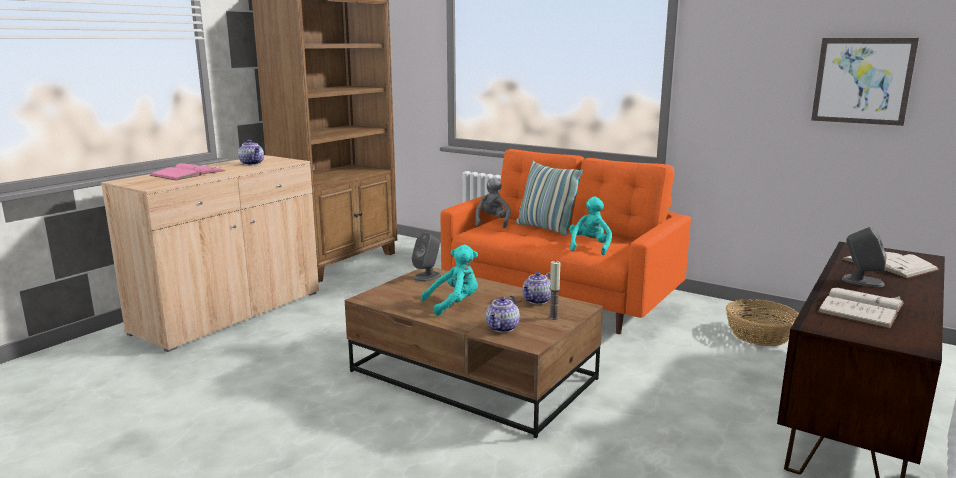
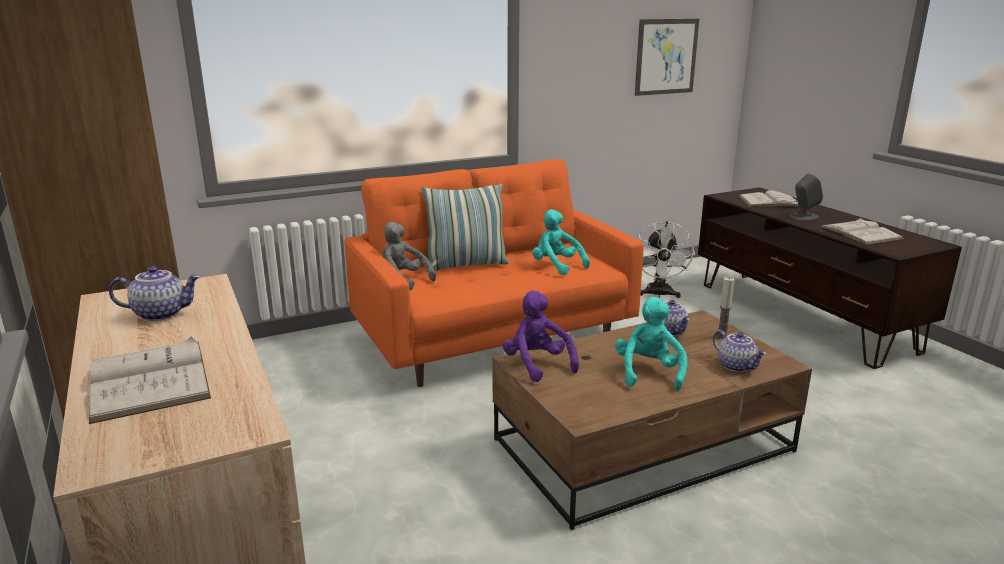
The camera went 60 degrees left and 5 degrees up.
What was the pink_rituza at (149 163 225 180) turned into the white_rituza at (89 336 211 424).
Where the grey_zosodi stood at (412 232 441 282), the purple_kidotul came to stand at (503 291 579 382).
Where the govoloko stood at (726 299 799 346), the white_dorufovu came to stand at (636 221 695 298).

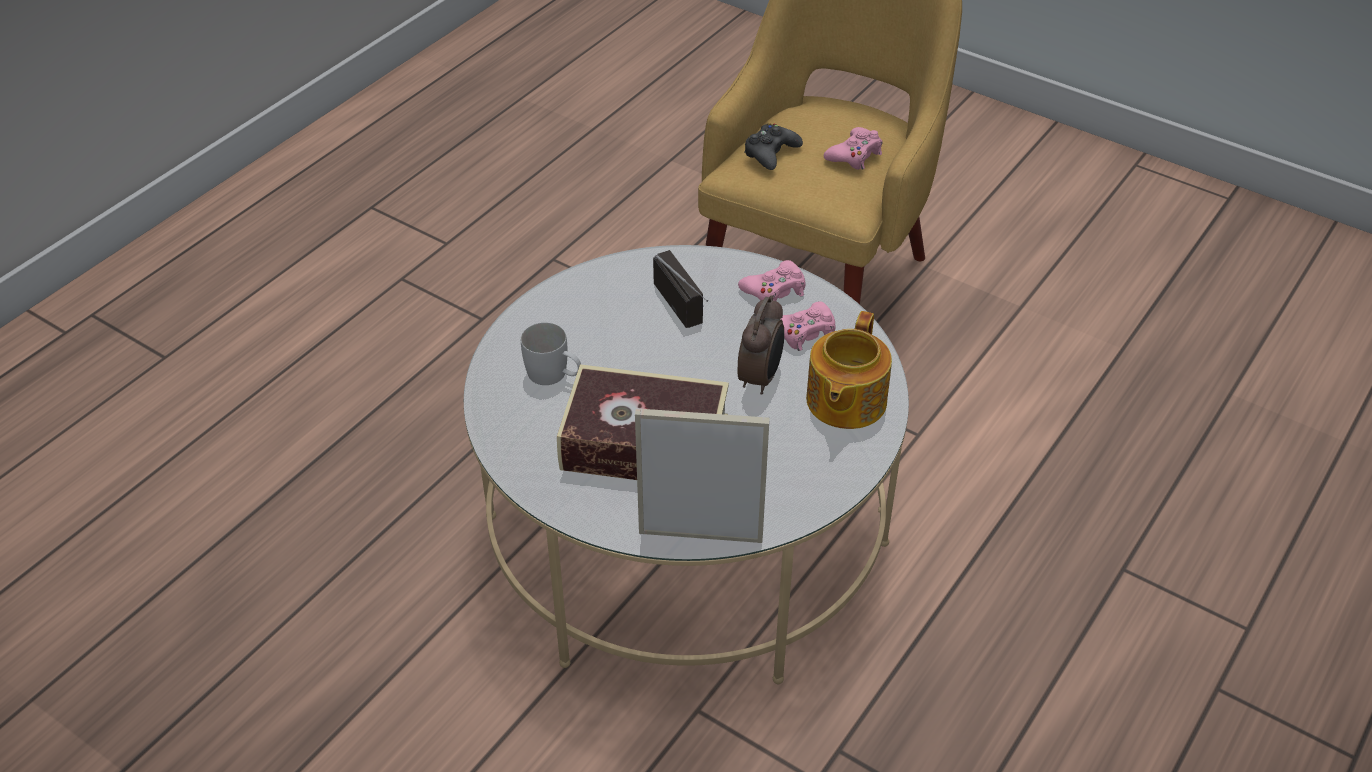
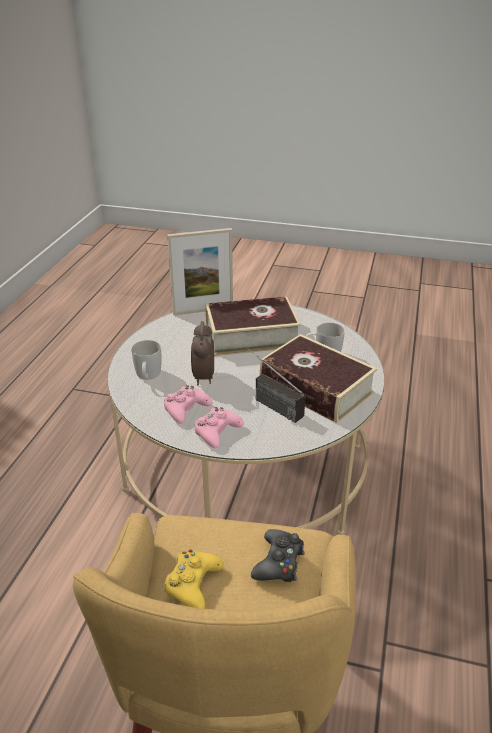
The camera went 160 degrees right and 10 degrees down.
What was the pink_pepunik at (824 127 883 170) turned into the yellow_pepunik at (165 550 224 609).
Where the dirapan stood at (806 311 892 429), the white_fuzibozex came to stand at (132 340 162 380).
The second view gained the rituza at (260 334 377 423).

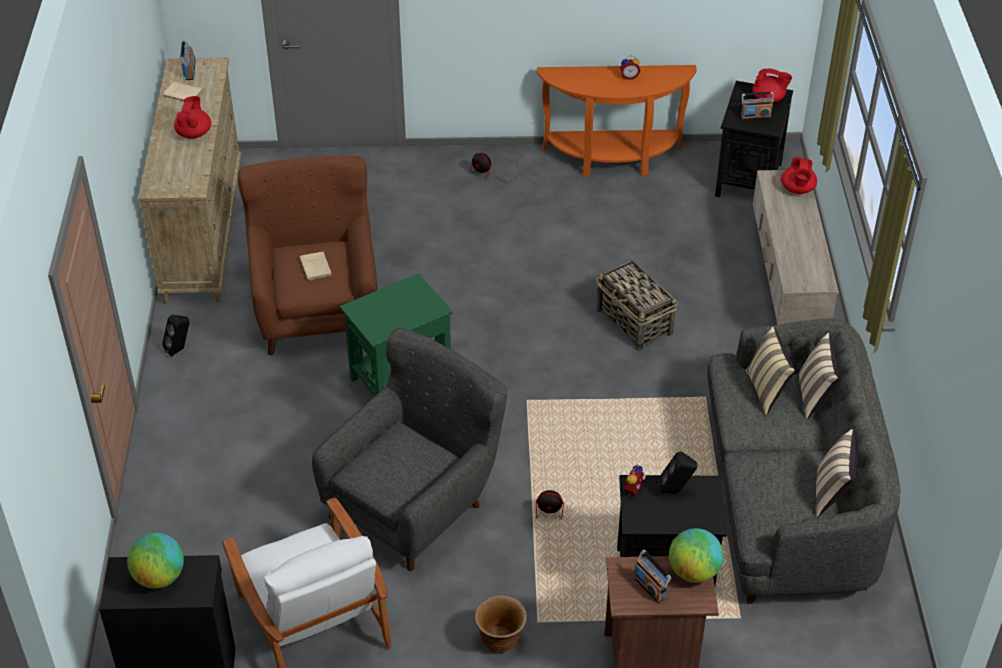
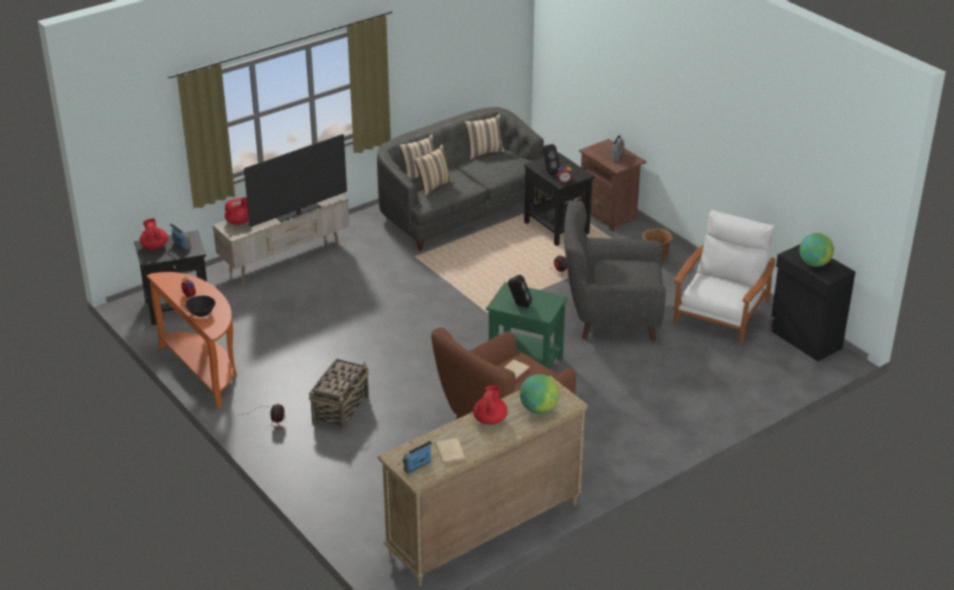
The camera went 125 degrees left and 10 degrees down.
The red_dirapan at (174 96 211 139) ended up facing another way, 135 degrees clockwise from before.
The govoloko ended up elsewhere, having gone from (596 260 677 351) to (309 359 369 430).
The black_zosodi ended up elsewhere, having gone from (162 315 190 356) to (508 274 532 308).
The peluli ended up elsewhere, having gone from (669 528 723 583) to (520 374 559 414).
The second view gained the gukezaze at (244 134 347 227).
The second view gained the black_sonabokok at (185 296 216 317).

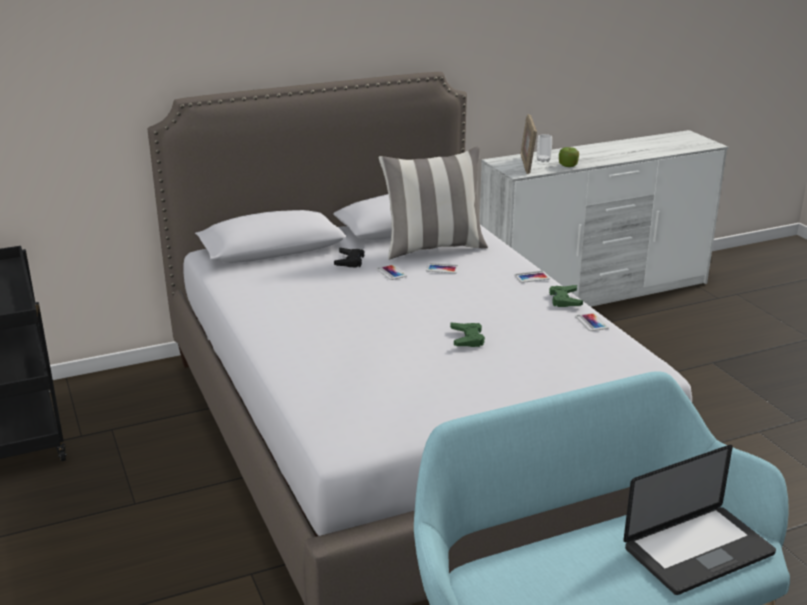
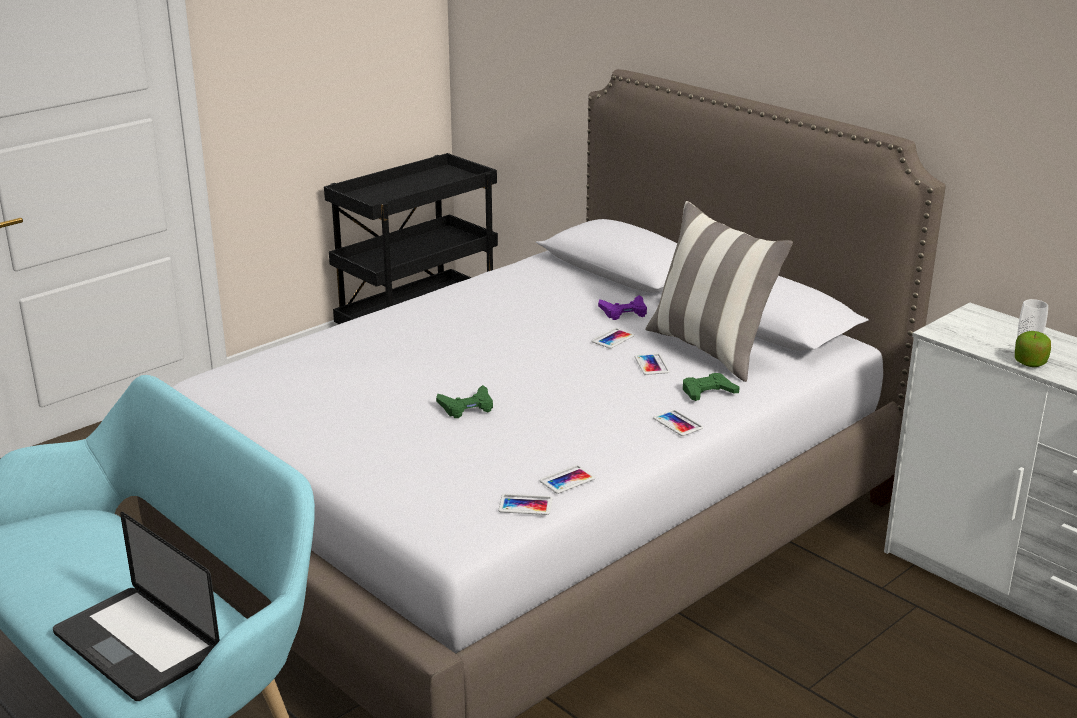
The camera went 70 degrees right and 0 degrees up.
The second view lost the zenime at (520 114 537 174).
What was the black_pepunik at (334 248 365 267) turned into the purple_pepunik at (598 295 647 320).
The green_pepunik ended up elsewhere, having gone from (549 285 583 307) to (683 373 740 401).
The second view gained the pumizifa at (498 494 552 515).

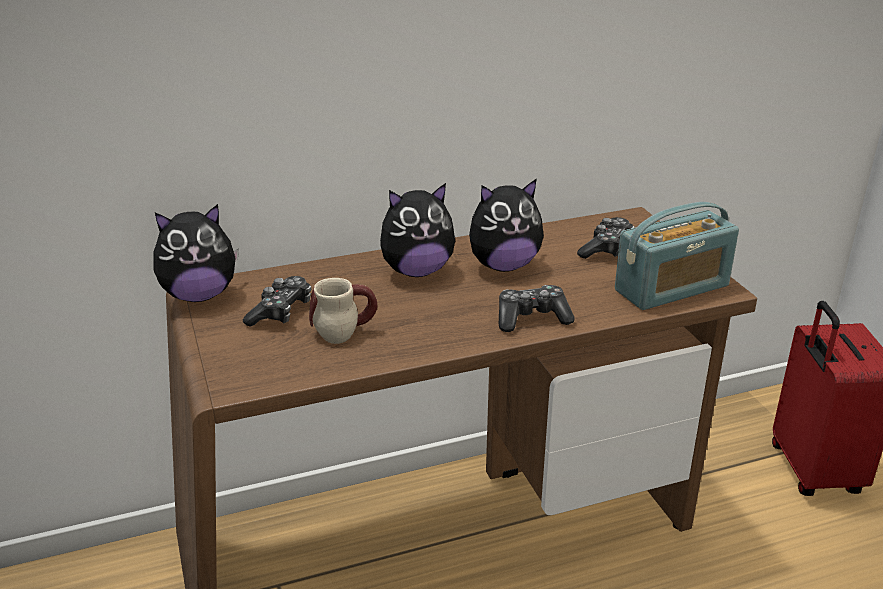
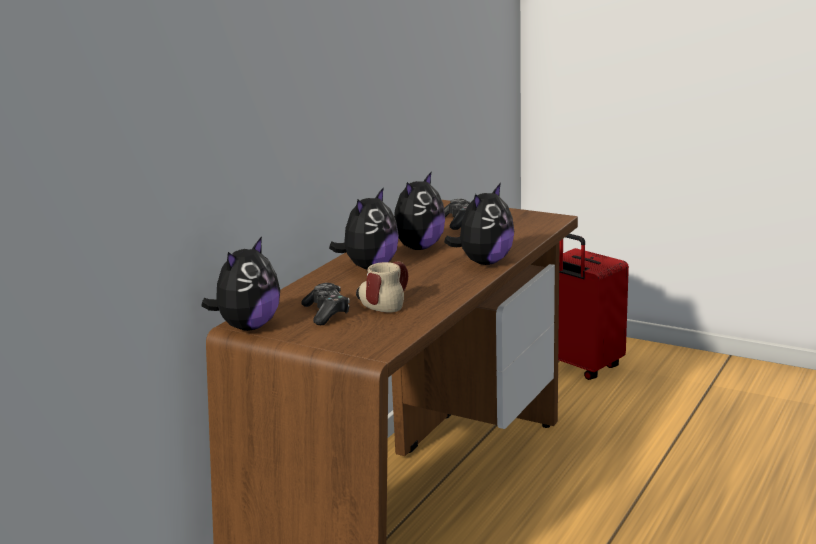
The camera went 40 degrees left and 10 degrees down.
The second view lost the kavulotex at (615 202 739 310).
Where the pepunik stood at (499 285 575 332), the kidotul came to stand at (444 183 514 265).

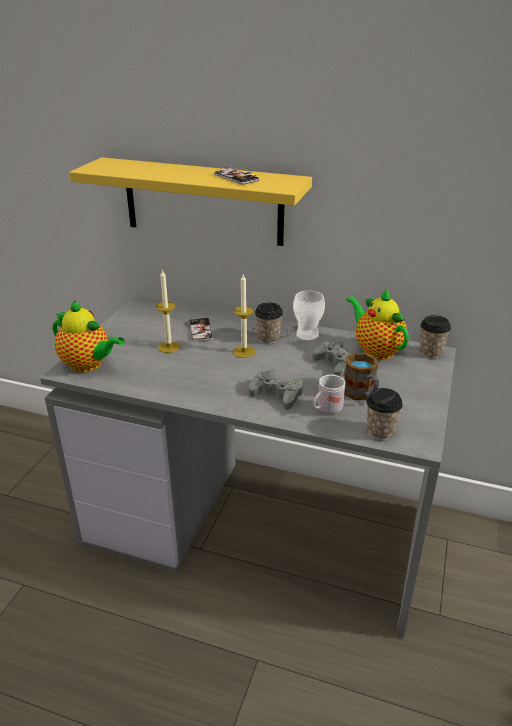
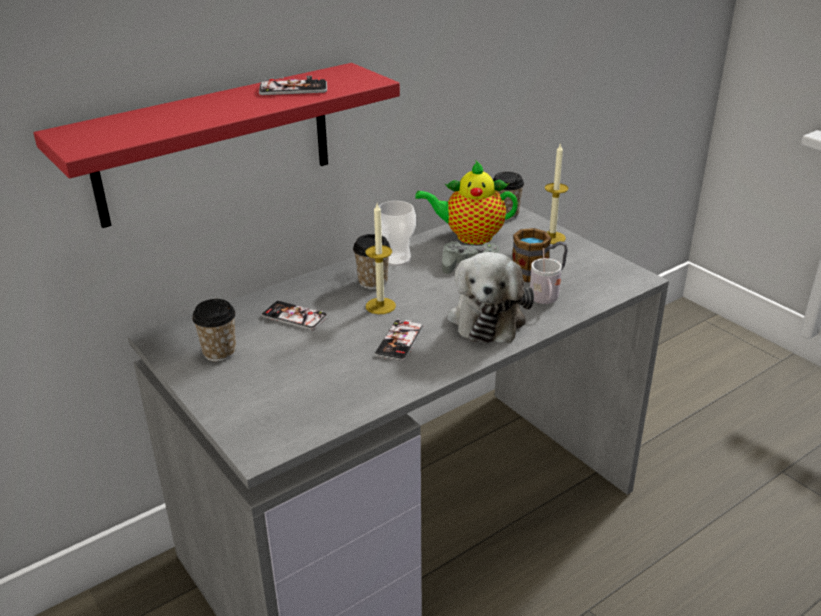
The camera went 55 degrees left and 0 degrees up.
What was the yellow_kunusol at (69 157 312 246) turned into the red_kunusol at (34 63 400 228).
The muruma ended up elsewhere, having gone from (156 269 180 353) to (545 143 568 244).
The second view lost the dirapan at (52 300 125 372).
Where the grey_pepunik stood at (249 369 303 410), the kidotul came to stand at (447 252 534 343).
The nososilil ended up elsewhere, having gone from (366 388 403 441) to (192 299 236 362).
The second view gained the pumizifa at (375 318 424 361).

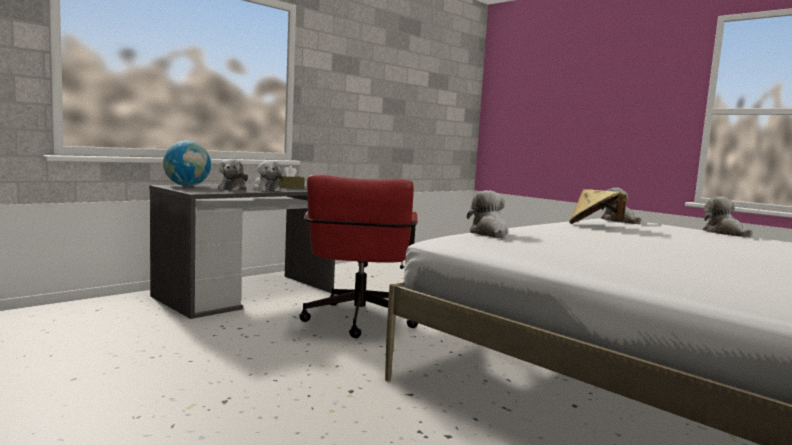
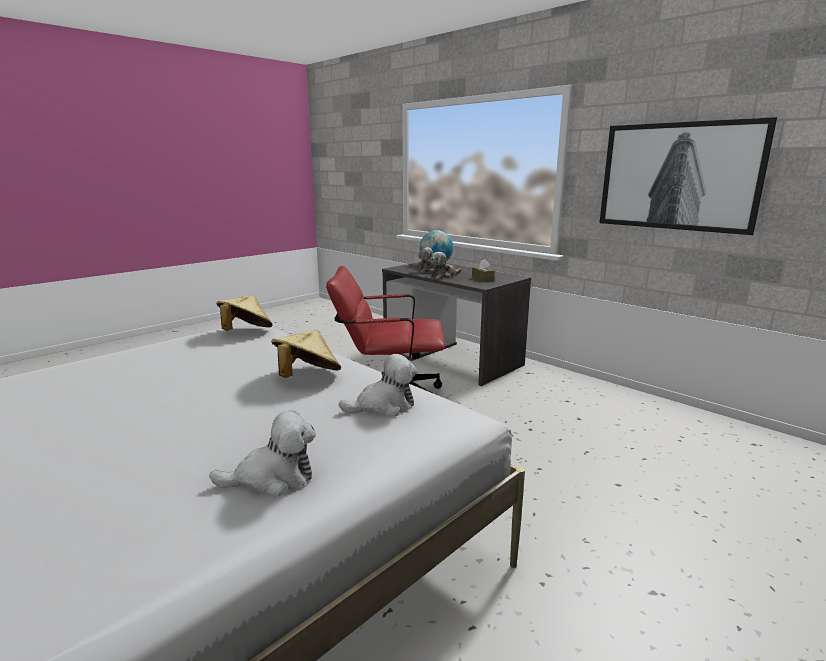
The camera went 90 degrees right and 10 degrees up.
Where the kidotul stood at (467 191 508 239), the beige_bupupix came to stand at (216 295 273 331).
The second view gained the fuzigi at (600 117 777 235).

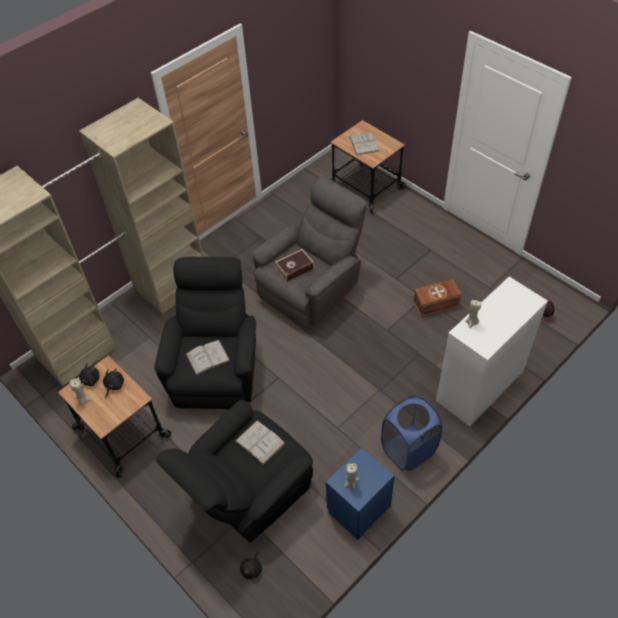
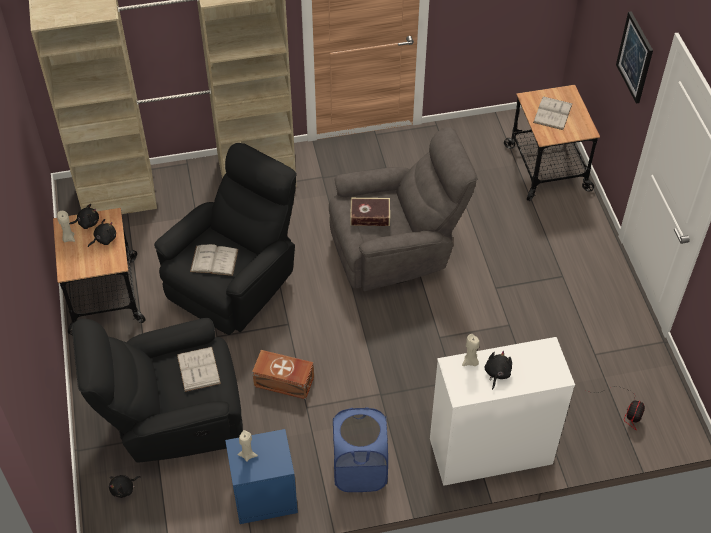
The camera went 30 degrees right and 0 degrees up.
The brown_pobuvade ended up elsewhere, having gone from (413 279 462 317) to (252 350 314 399).
The second view gained the fuzigi at (616 11 653 104).
The second view gained the black_kidotul at (484 351 512 390).

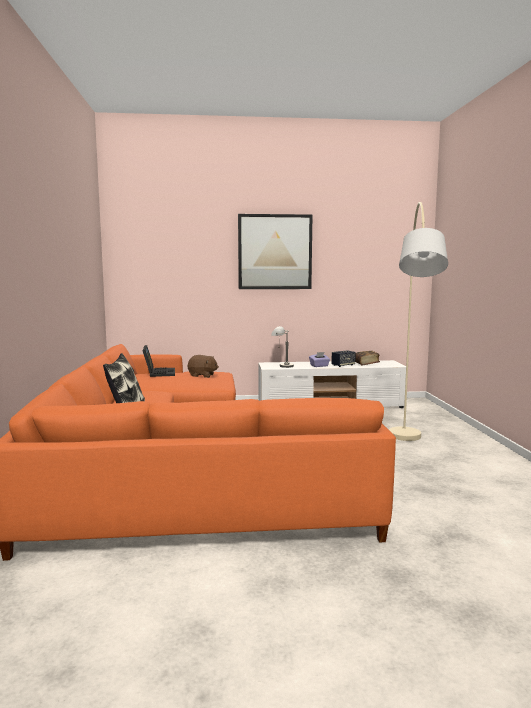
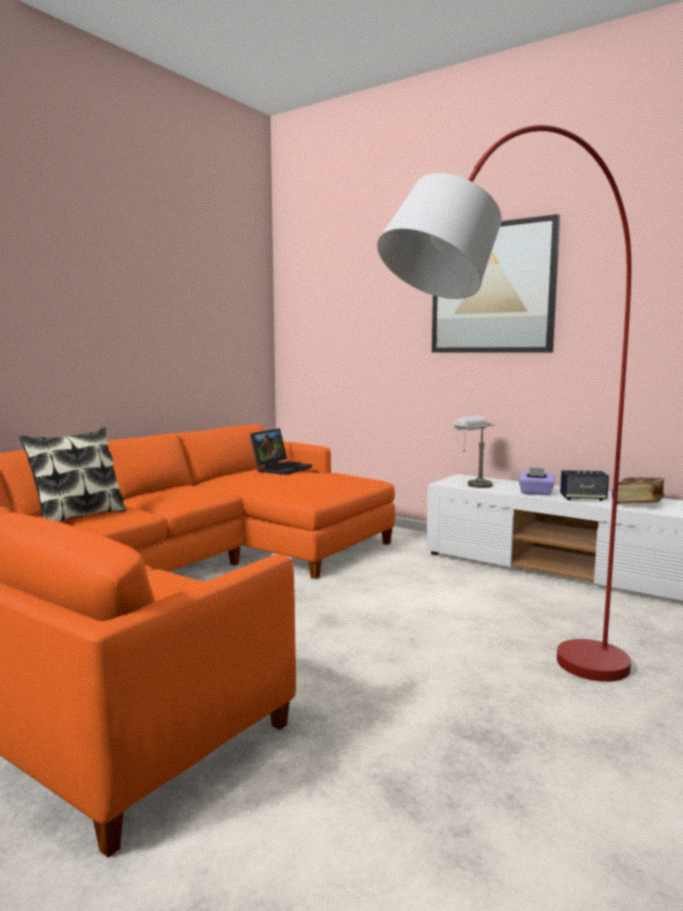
The camera went 40 degrees right and 0 degrees up.
What was the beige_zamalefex at (389 202 448 441) turned into the red_zamalefex at (377 125 631 682).
The second view lost the brown_kidotul at (188 355 219 378).

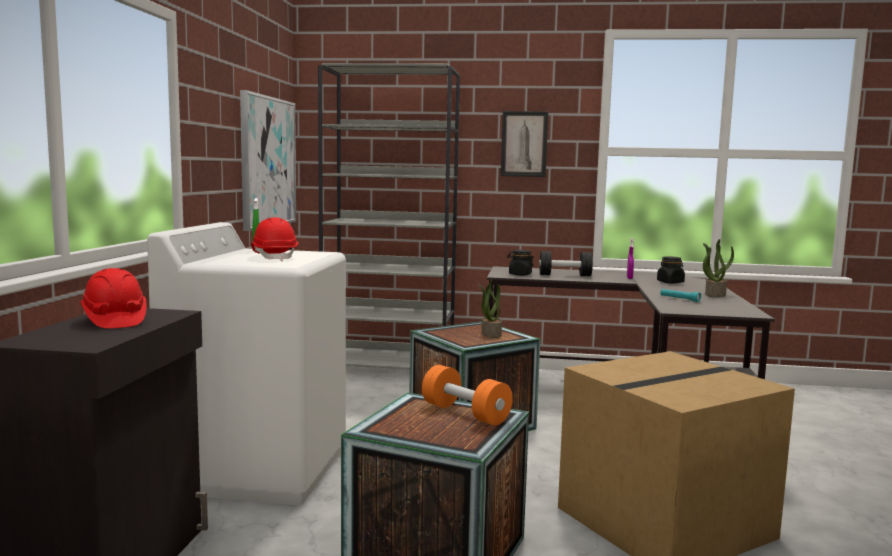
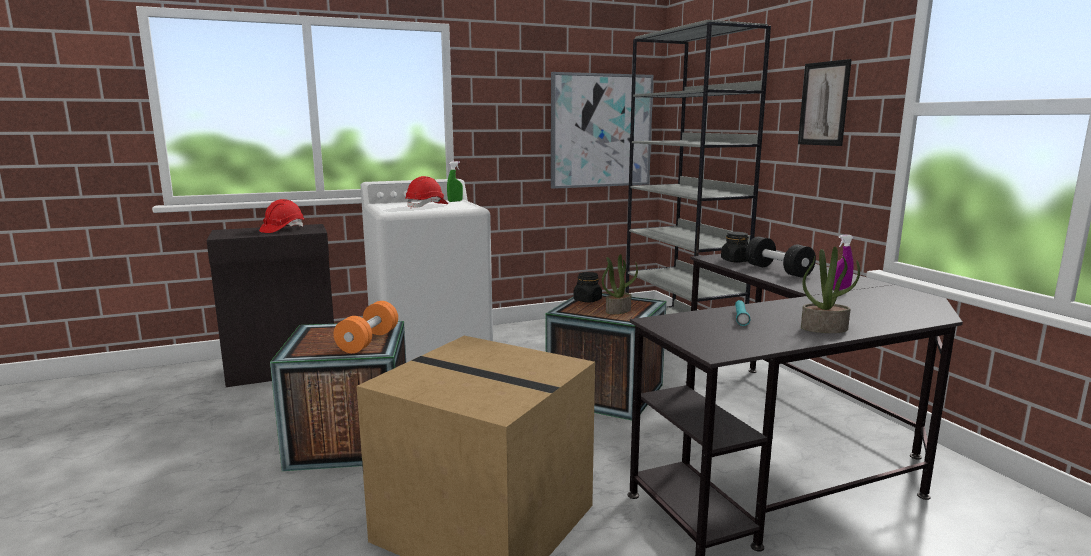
The camera went 60 degrees right and 5 degrees up.
The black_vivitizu ended up elsewhere, having gone from (657 256 685 284) to (574 272 602 302).

